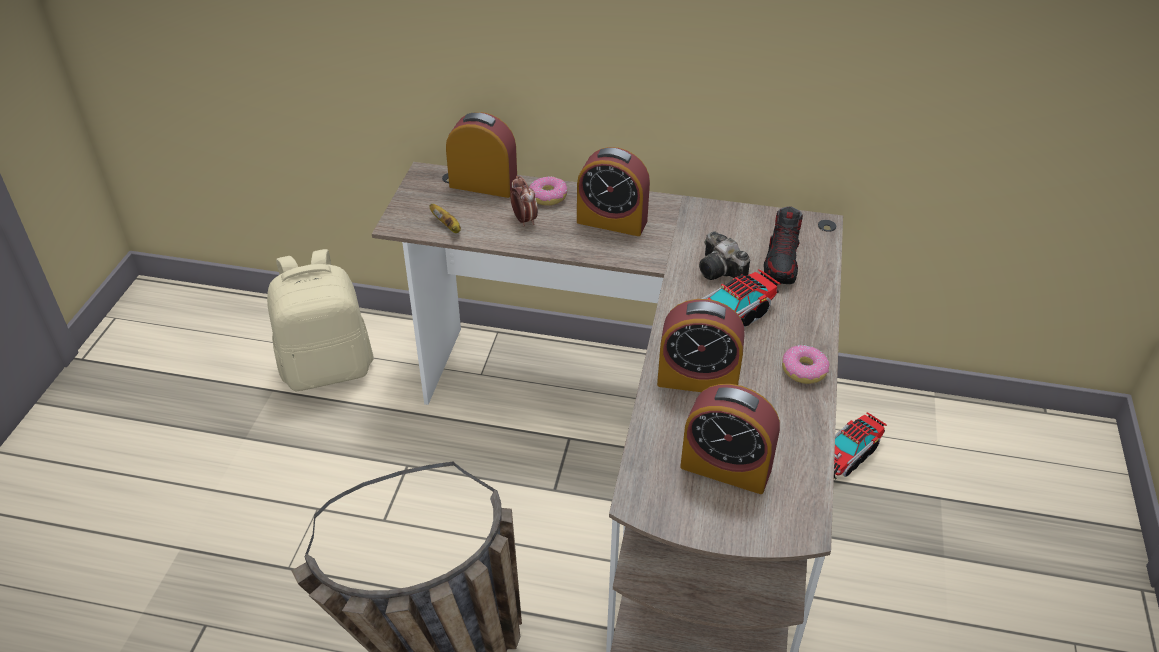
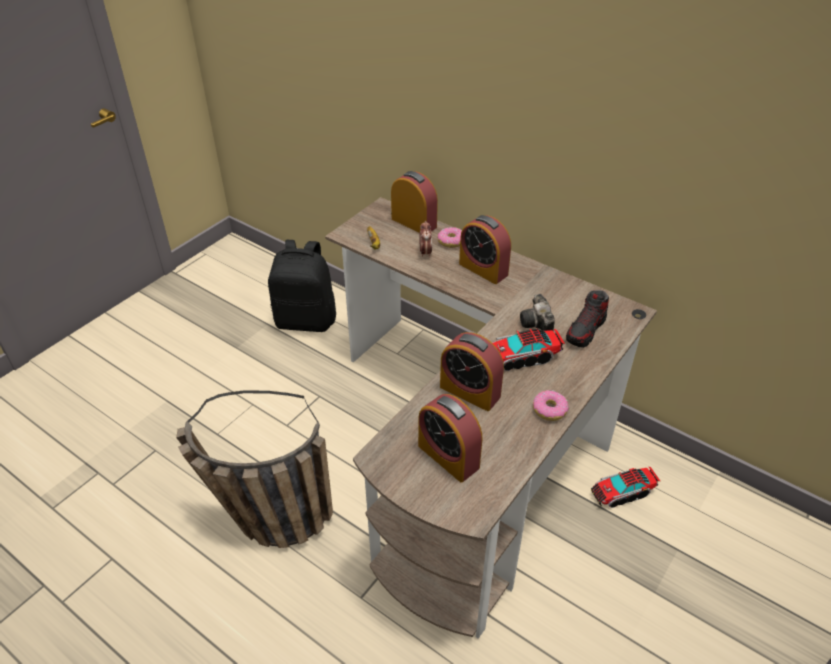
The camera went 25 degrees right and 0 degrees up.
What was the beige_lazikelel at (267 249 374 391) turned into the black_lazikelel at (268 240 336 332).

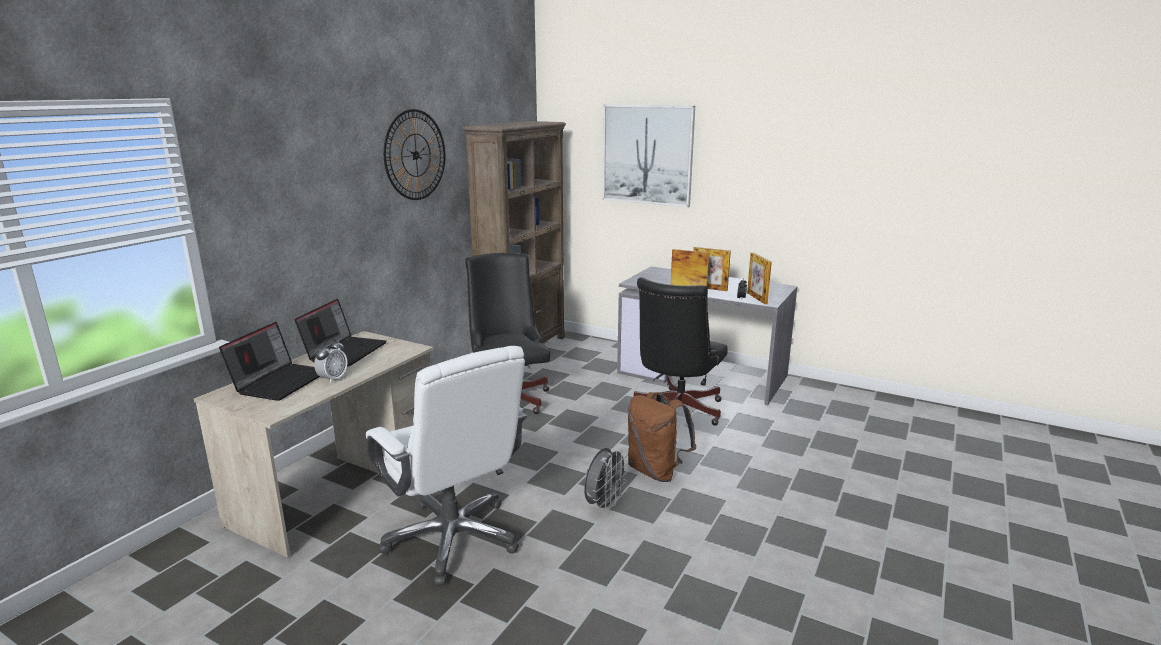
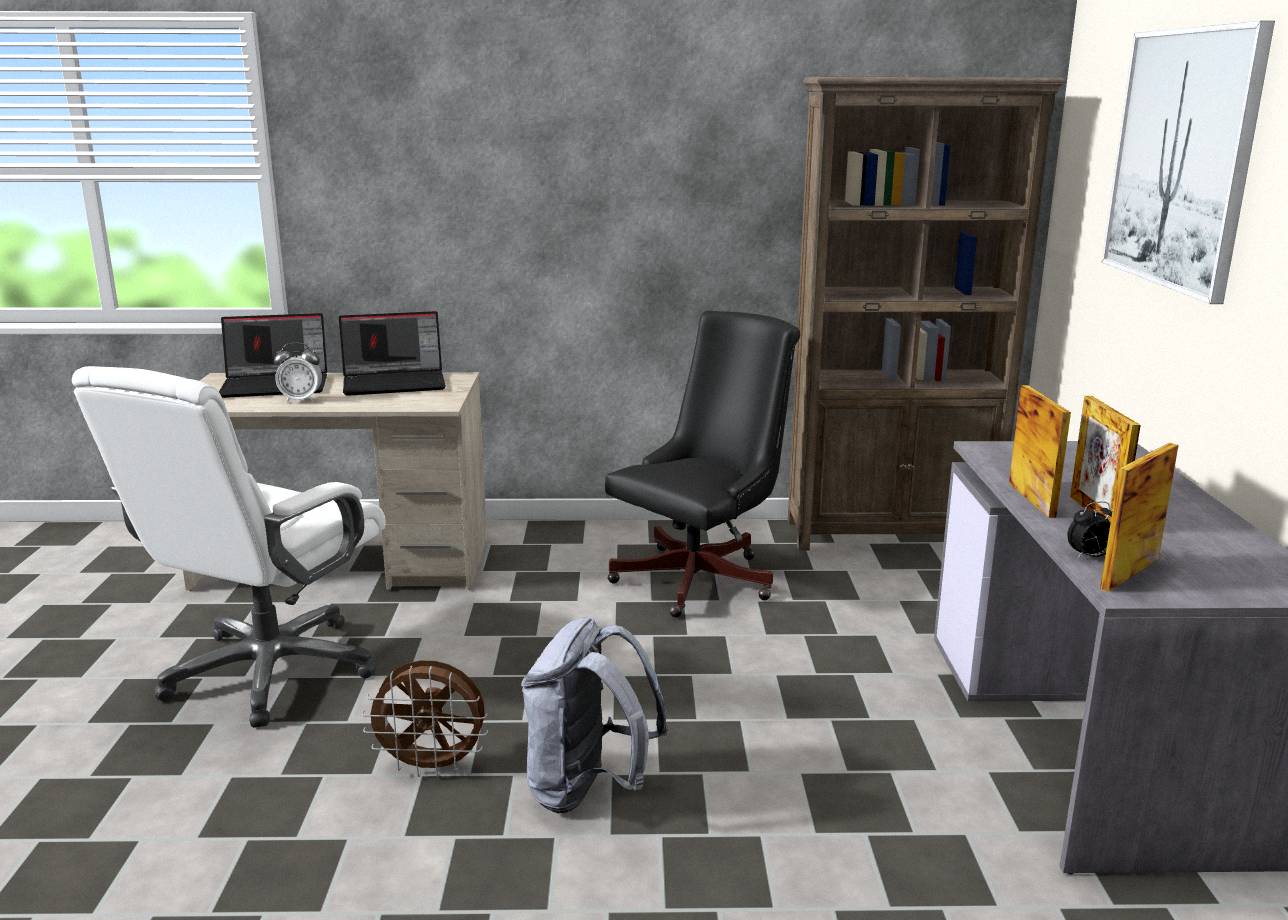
The camera went 60 degrees right and 0 degrees up.
The second view lost the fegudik at (384 109 445 200).
The second view lost the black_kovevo at (634 277 728 426).
What was the brown_lazikelel at (628 392 696 482) turned into the grey_lazikelel at (521 616 668 814).
What was the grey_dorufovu at (584 447 629 513) turned into the brown_dorufovu at (362 660 488 777).

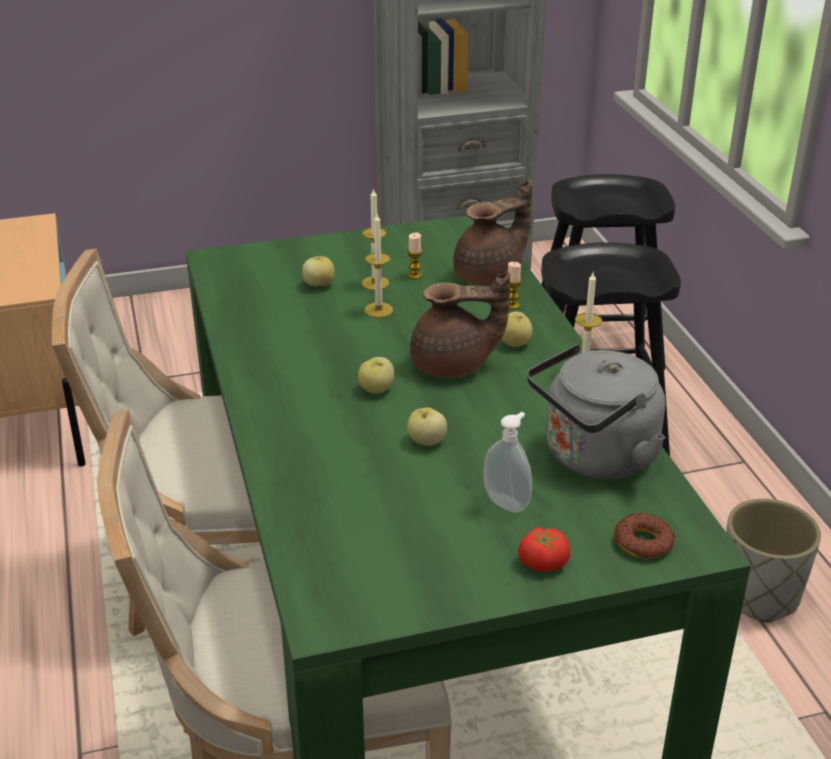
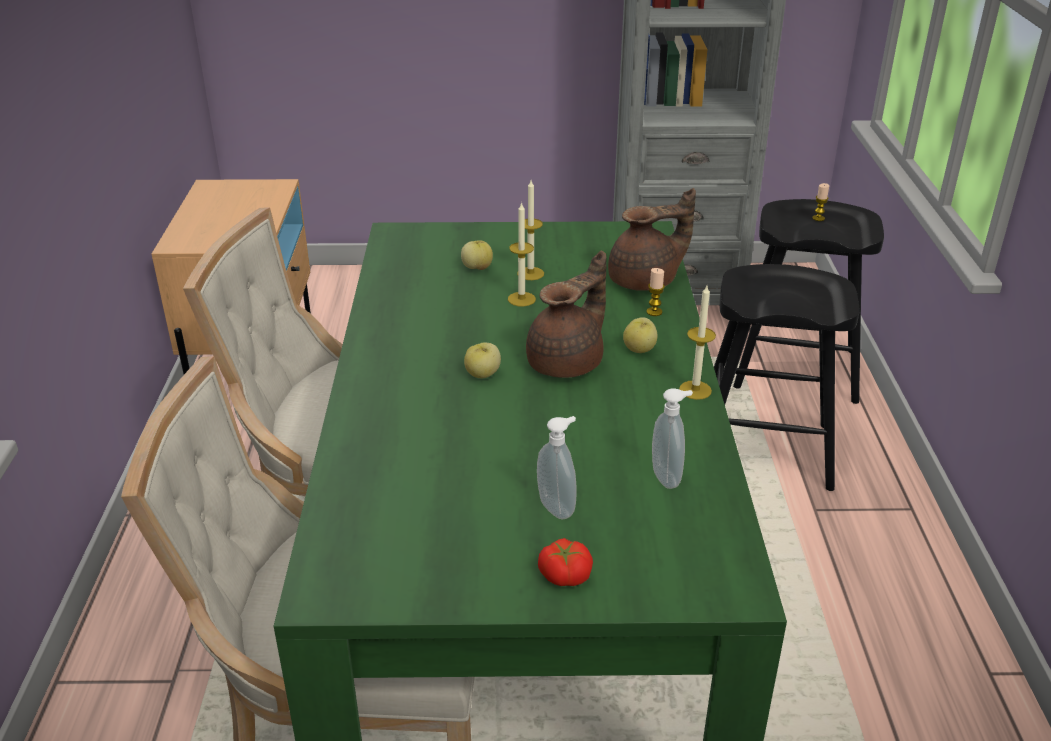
The camera went 15 degrees right and 0 degrees up.
The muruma ended up elsewhere, having gone from (407 233 423 279) to (812 183 829 221).
The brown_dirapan at (410 271 510 378) ended up facing another way, 60 degrees counterclockwise from before.
Where the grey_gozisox stood at (527 344 665 479), the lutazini came to stand at (652 388 693 489).
The second view lost the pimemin at (407 407 447 446).
The second view lost the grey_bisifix at (726 499 821 623).
The second view lost the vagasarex at (614 513 675 558).

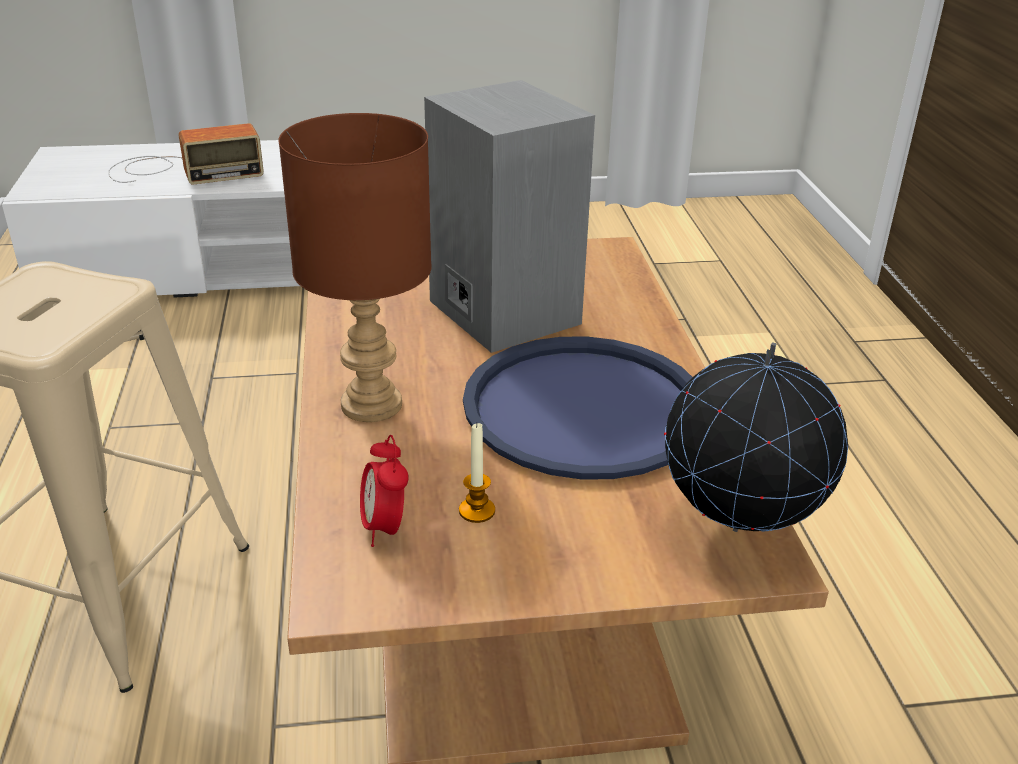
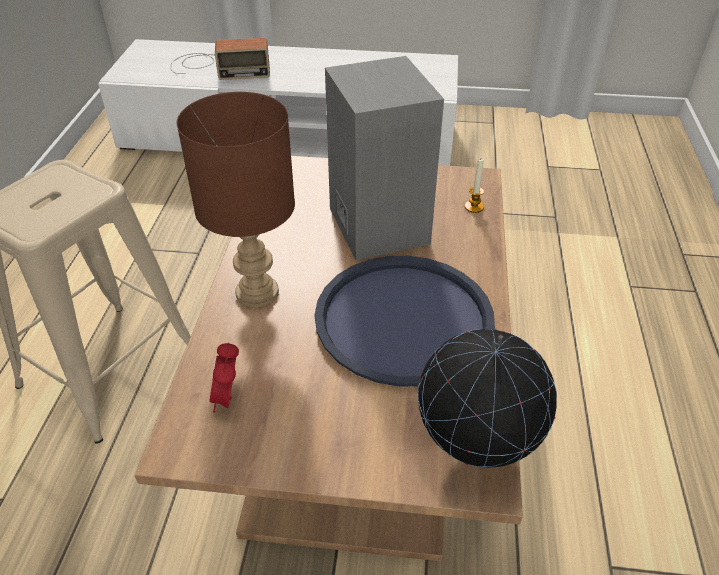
The camera went 15 degrees right and 10 degrees up.
The muruma ended up elsewhere, having gone from (459 423 495 523) to (465 159 484 213).

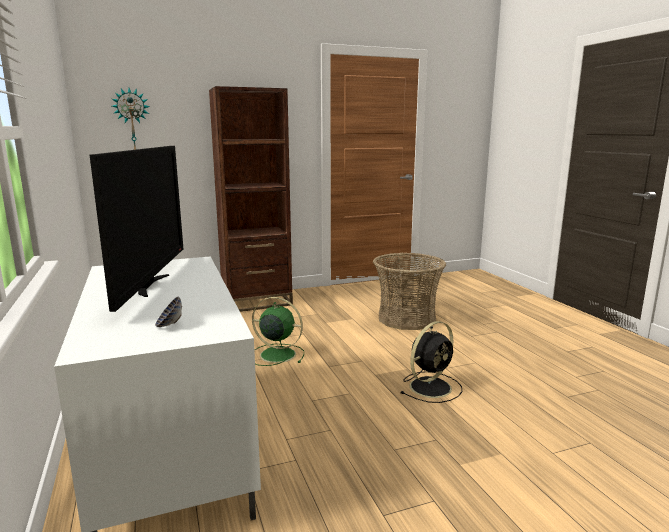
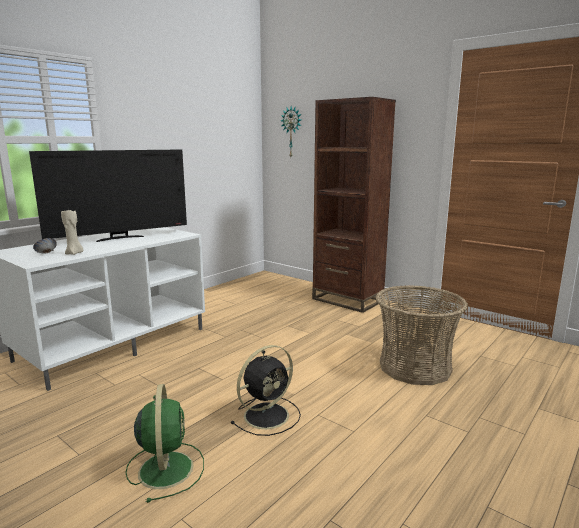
The camera went 60 degrees right and 0 degrees up.
The green_dorufovu ended up elsewhere, having gone from (252 297 304 366) to (126 384 204 503).
The black_dorufovu at (401 321 462 403) ended up facing another way, 60 degrees counterclockwise from before.
The second view gained the beige_muruma at (61 210 83 255).

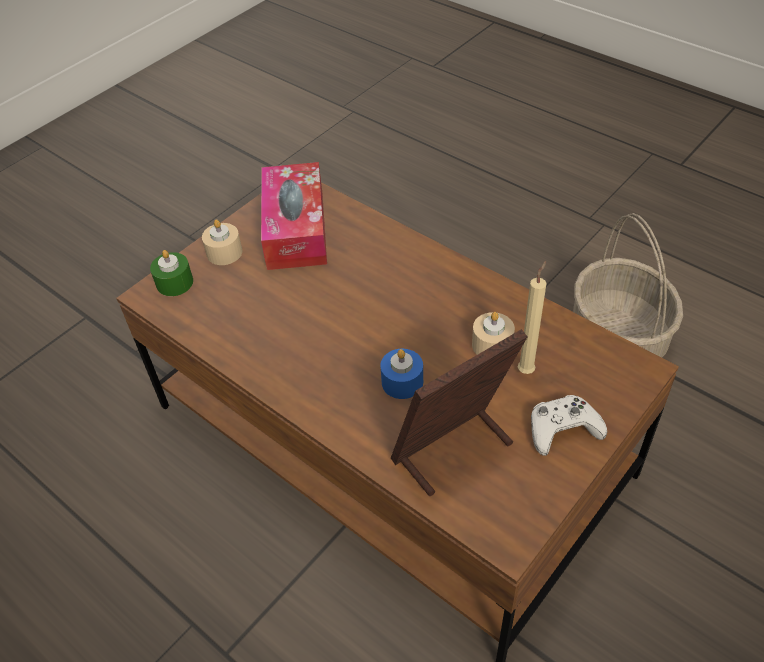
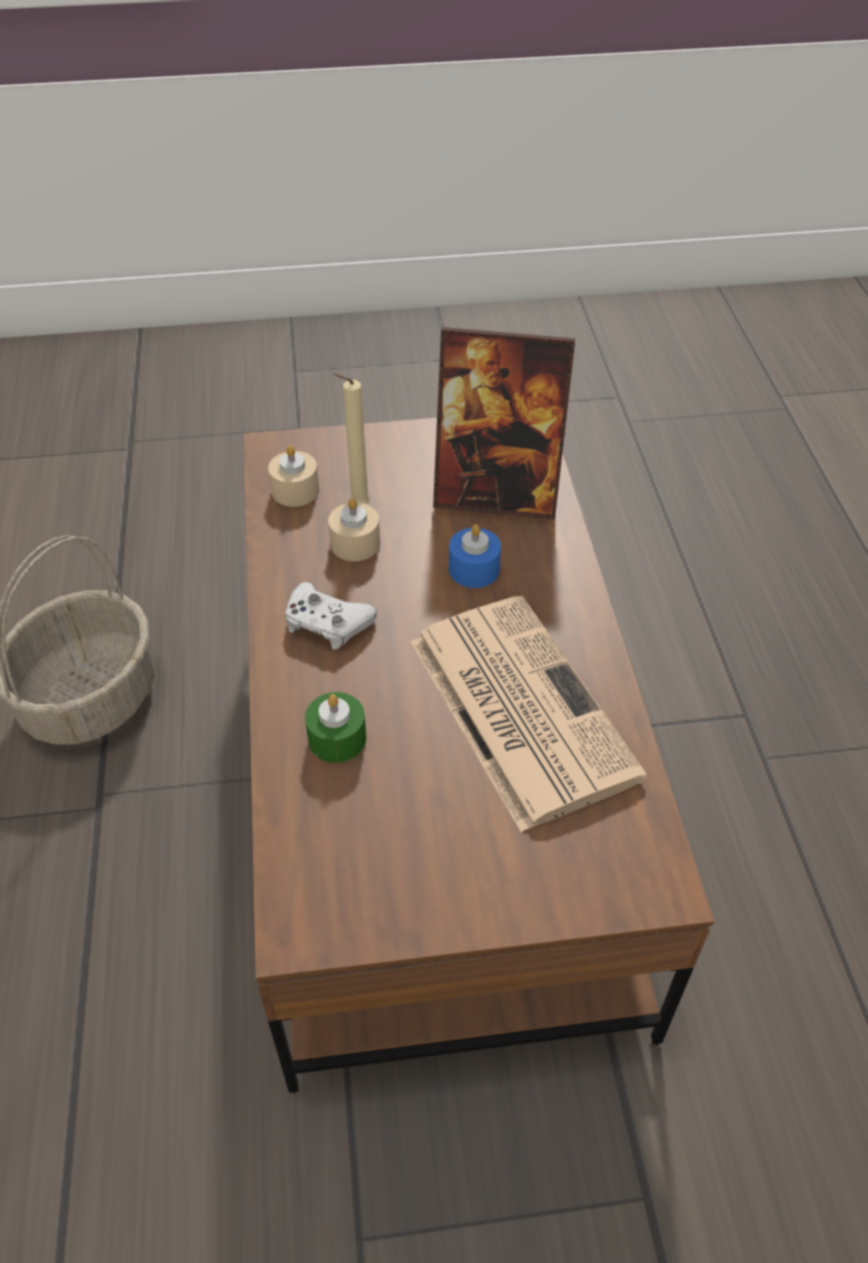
The camera went 140 degrees left and 0 degrees up.
The second view lost the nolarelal at (261 162 327 270).
The beige_muruma ended up elsewhere, having gone from (202 219 243 265) to (268 445 319 507).
The green_muruma ended up elsewhere, having gone from (150 250 193 296) to (305 692 366 763).
The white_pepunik ended up elsewhere, having gone from (531 395 607 456) to (285 582 377 650).
The second view gained the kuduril at (411 596 647 832).

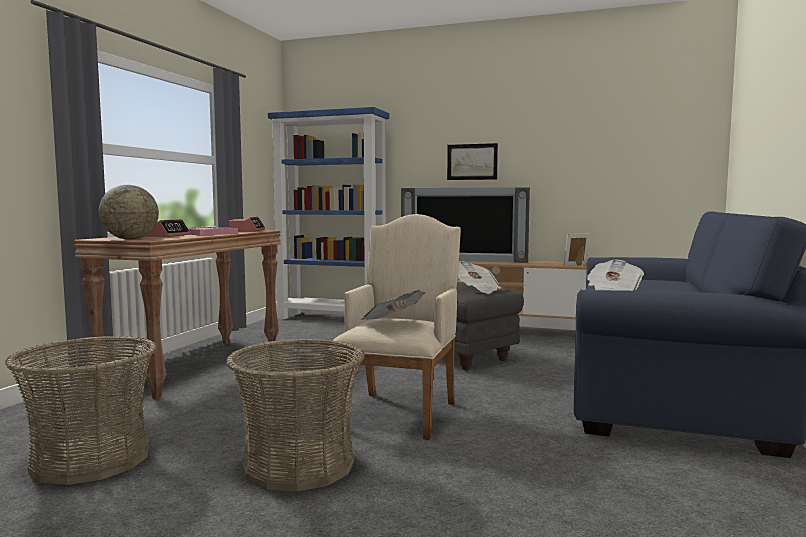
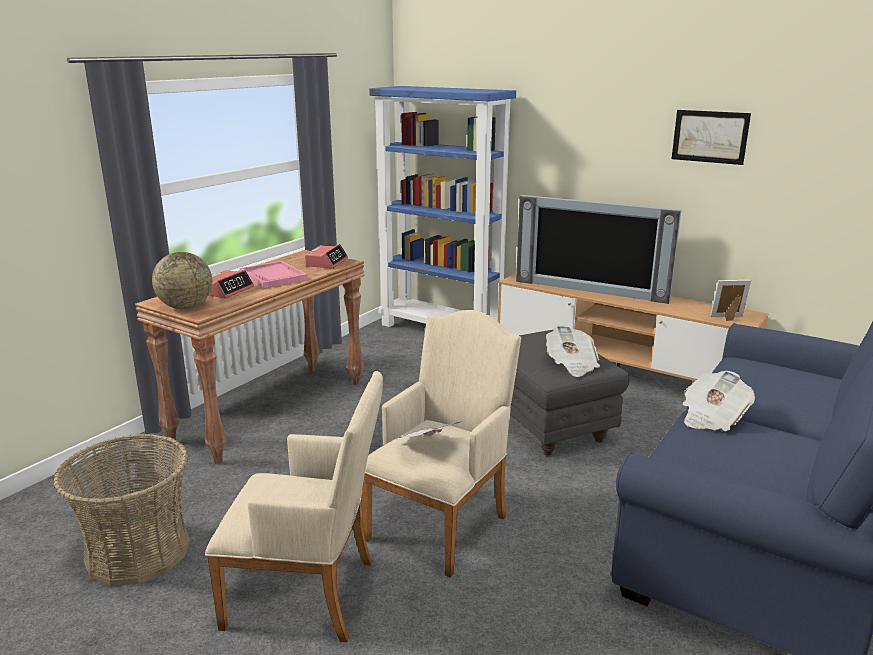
The camera went 15 degrees right and 15 degrees up.
The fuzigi ended up elsewhere, having gone from (447 143 498 180) to (672 110 751 165).
Where the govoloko stood at (226 339 365 492), the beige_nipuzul came to stand at (205 371 383 642).

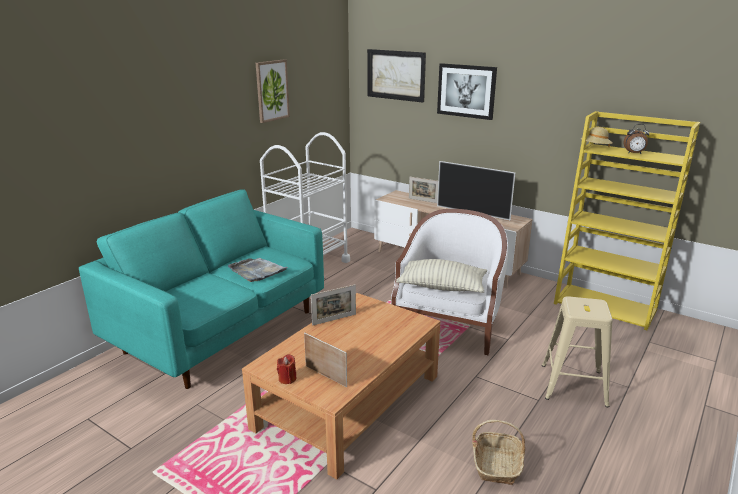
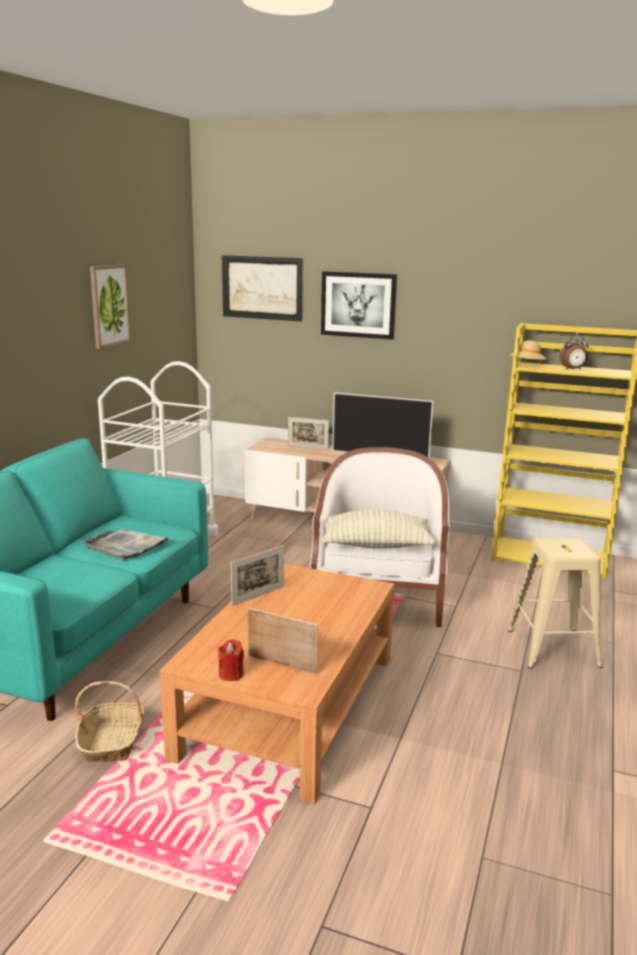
The camera went 15 degrees left and 5 degrees down.
The govoloko ended up elsewhere, having gone from (472 420 525 485) to (75 681 145 762).

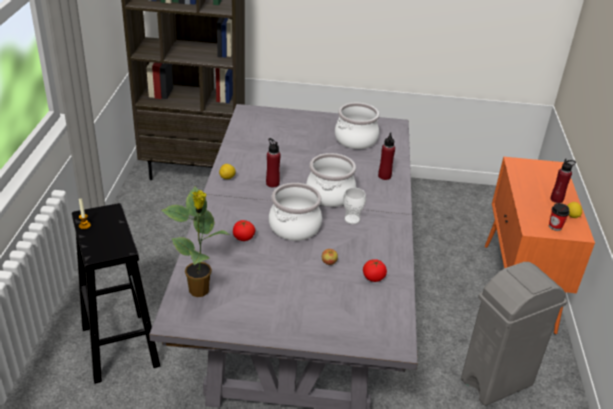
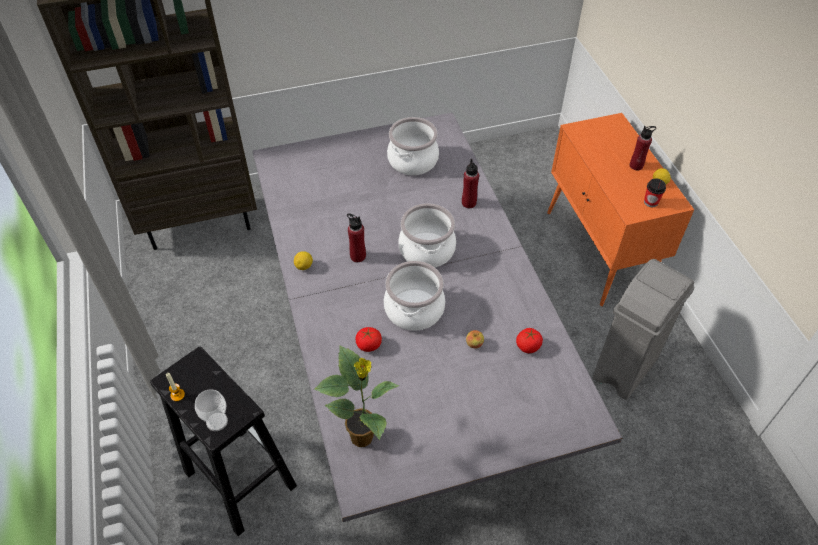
The camera went 20 degrees left and 15 degrees up.
The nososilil ended up elsewhere, having gone from (343 188 366 224) to (195 389 228 431).

